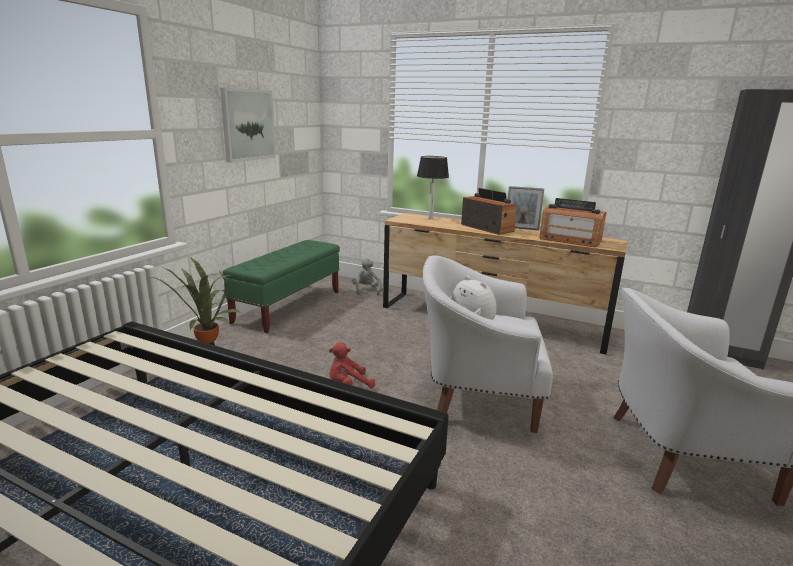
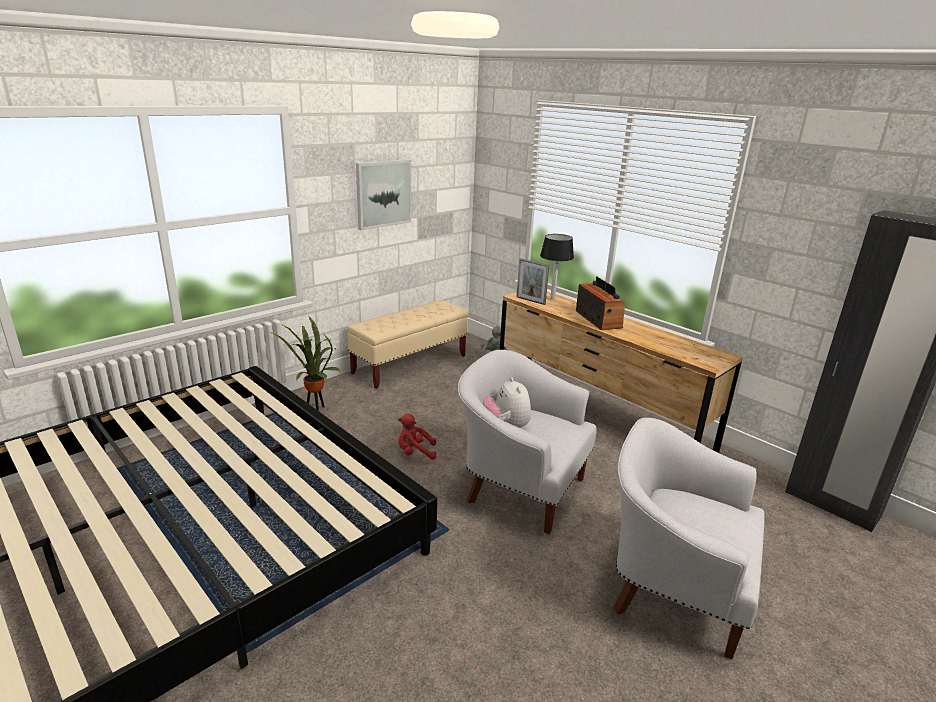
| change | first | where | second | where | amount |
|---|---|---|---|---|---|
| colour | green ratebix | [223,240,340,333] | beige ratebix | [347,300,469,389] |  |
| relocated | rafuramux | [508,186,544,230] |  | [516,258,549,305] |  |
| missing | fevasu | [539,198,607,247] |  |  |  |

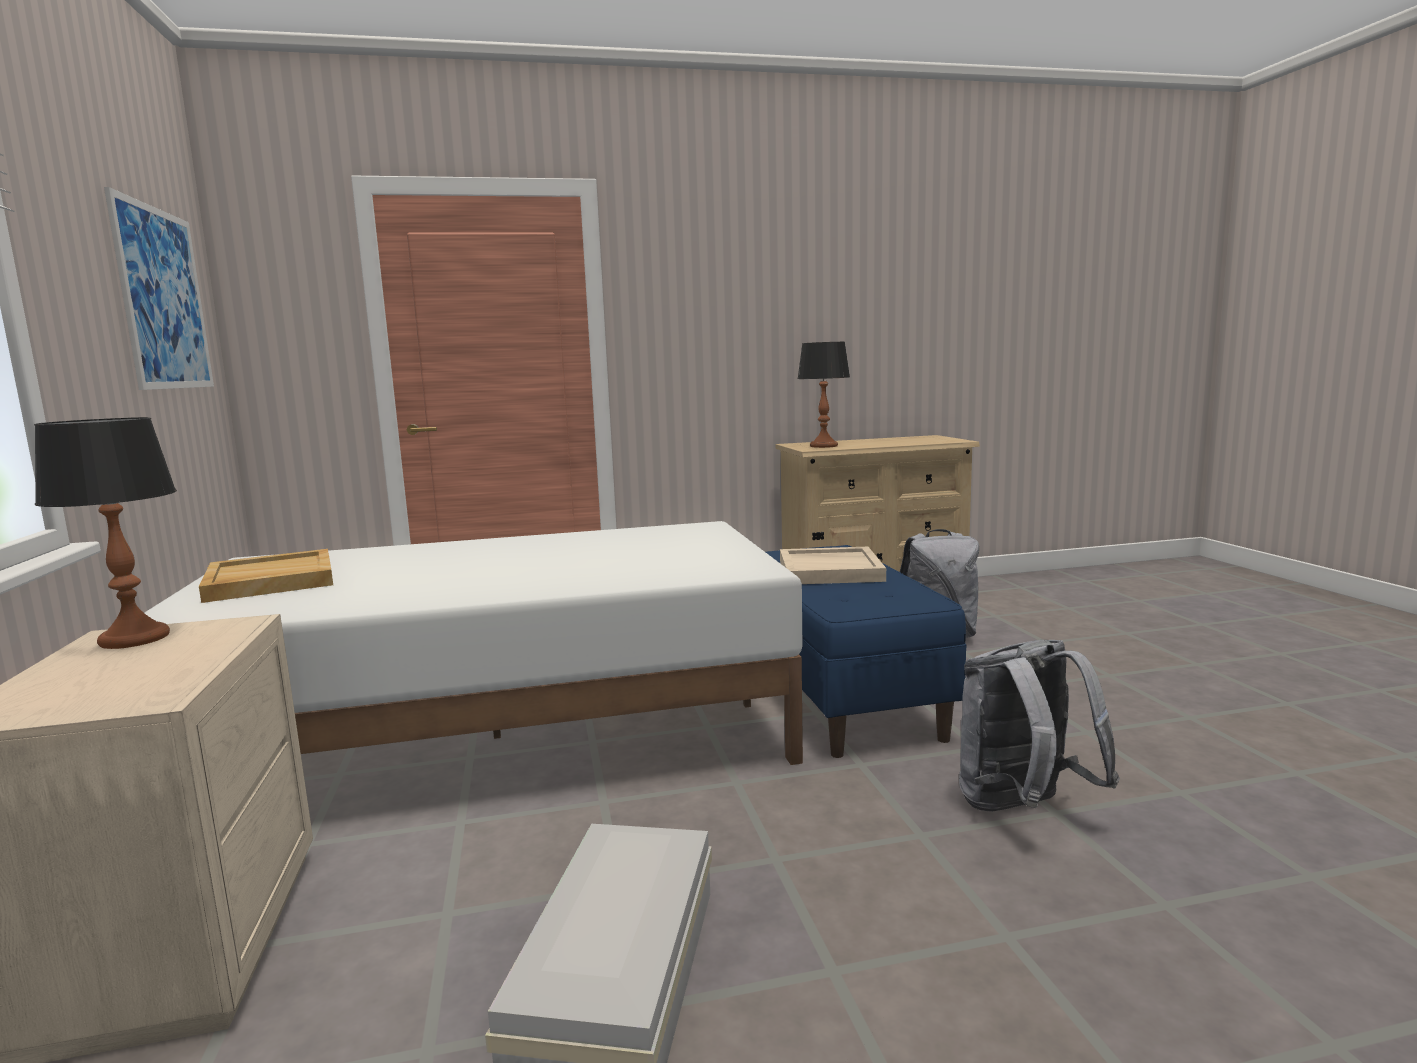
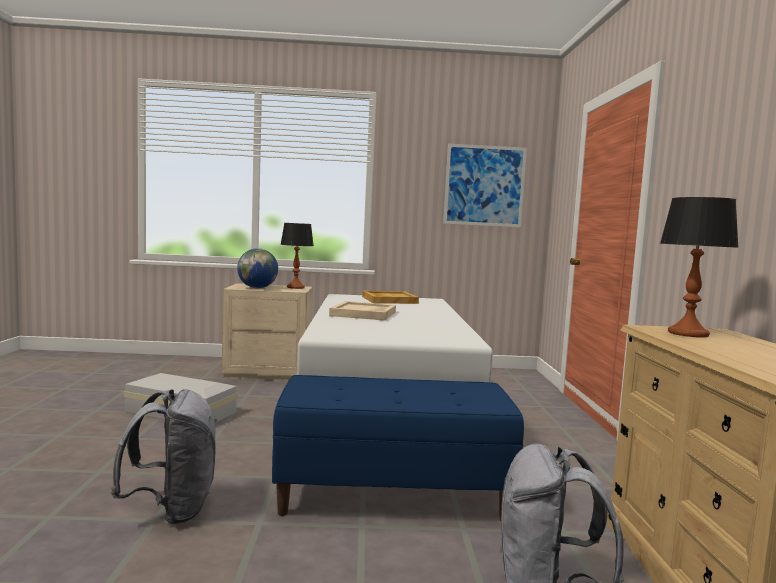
| change | first | where | second | where | amount |
|---|---|---|---|---|---|
| appeared |  |  | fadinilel | [237,248,278,288] |  |
| relocated | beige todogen | [780,547,886,584] |  | [329,301,396,321] |  |

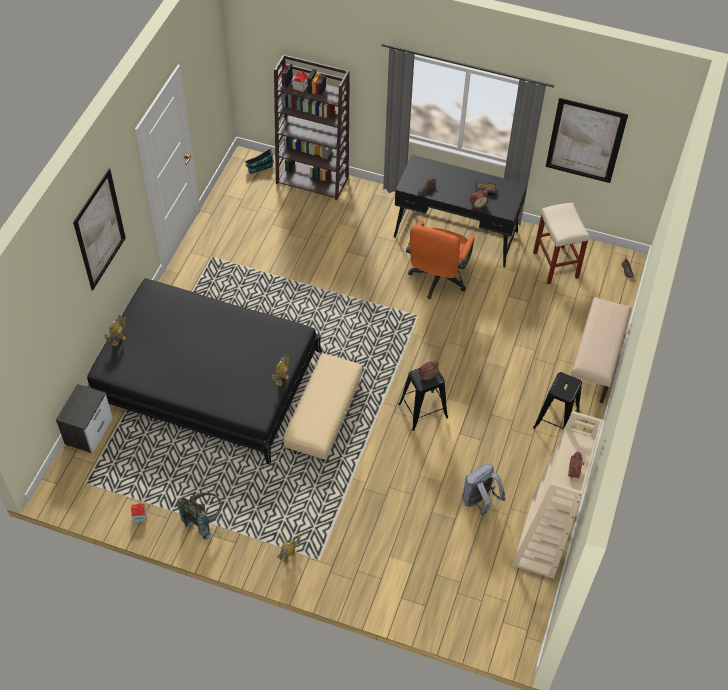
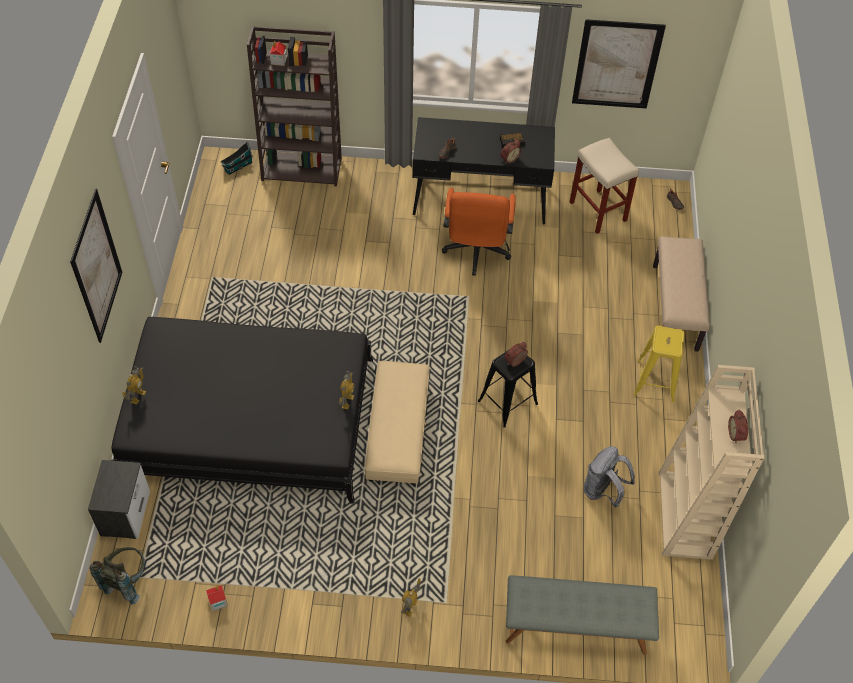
| change | first | where | second | where | amount |
|---|---|---|---|---|---|
| relocated | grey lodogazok | [178,492,222,540] |  | [89,547,145,605] |  |
| appeared |  |  | grey ratebix | [506,575,659,655] |  |
| colour | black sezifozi | [533,372,582,430] | yellow sezifozi | [633,326,685,403] |  |

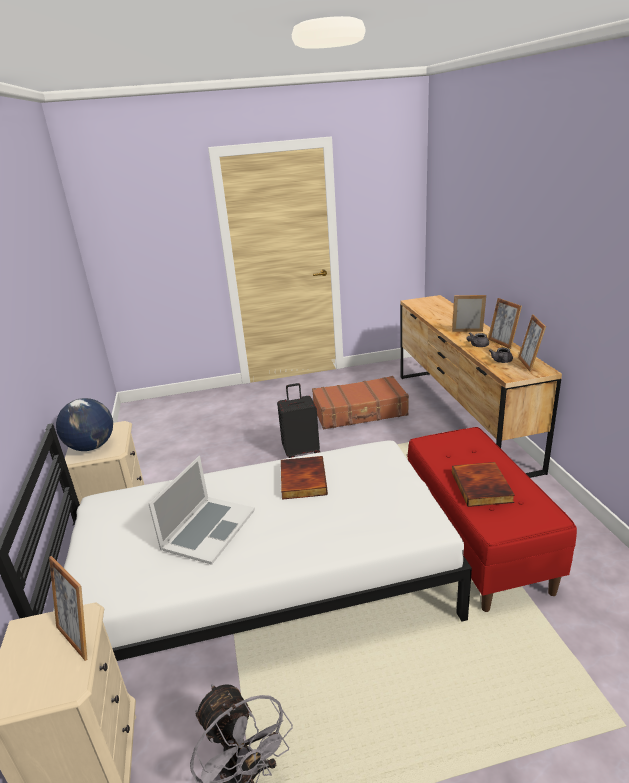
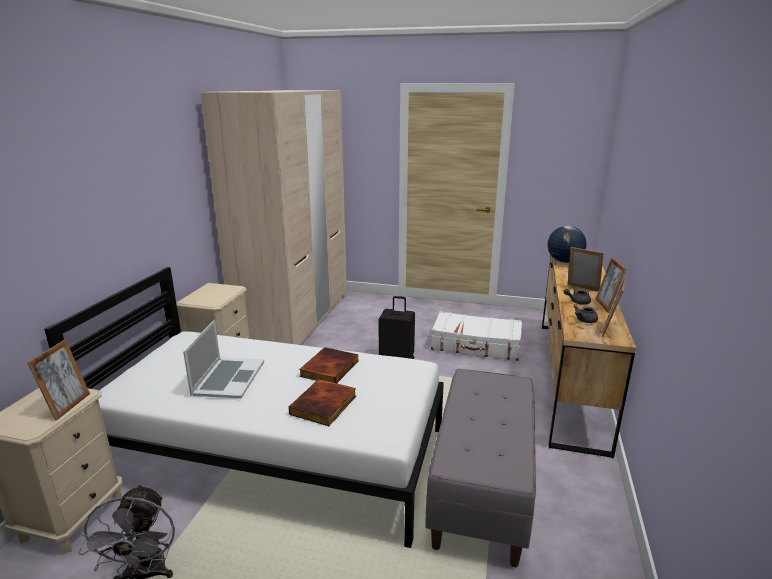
| change | first | where | second | where | amount |
|---|---|---|---|---|---|
| spun | rafuramux | [49,556,87,661] |  | [27,340,90,421] | 150 degrees counterclockwise |
| spun | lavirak | [148,456,255,565] |  | [183,319,264,398] | 45 degrees counterclockwise |
| appeared |  |  | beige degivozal | [200,90,347,345] |  |
| relocated | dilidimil | [452,462,515,507] |  | [289,379,356,426] |  |
| colour | red ratebix | [407,427,577,612] | grey ratebix | [425,369,536,567] |  |
| colour | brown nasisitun | [312,376,409,429] | white nasisitun | [431,311,522,361] |  |
| relocated | fadinilel | [56,398,113,451] |  | [548,226,587,263] |  |

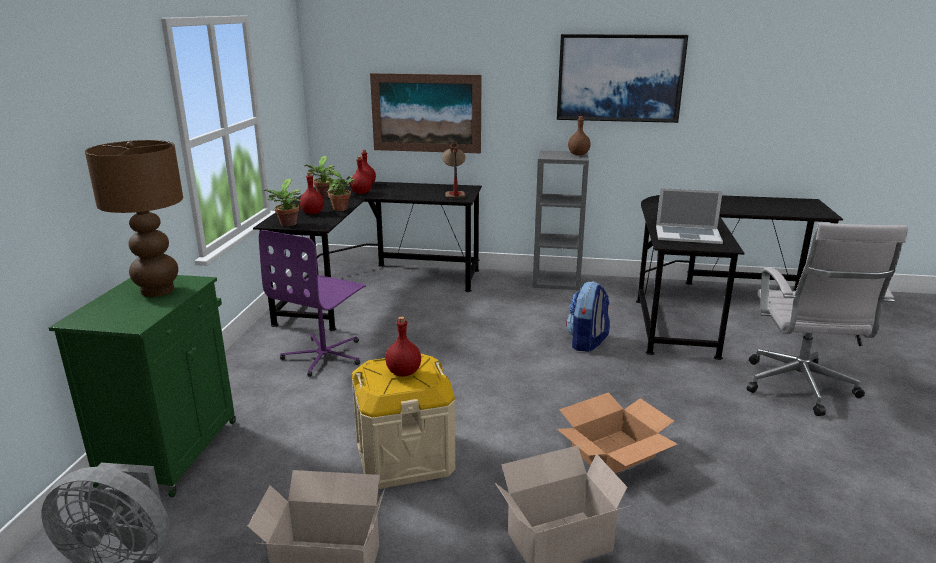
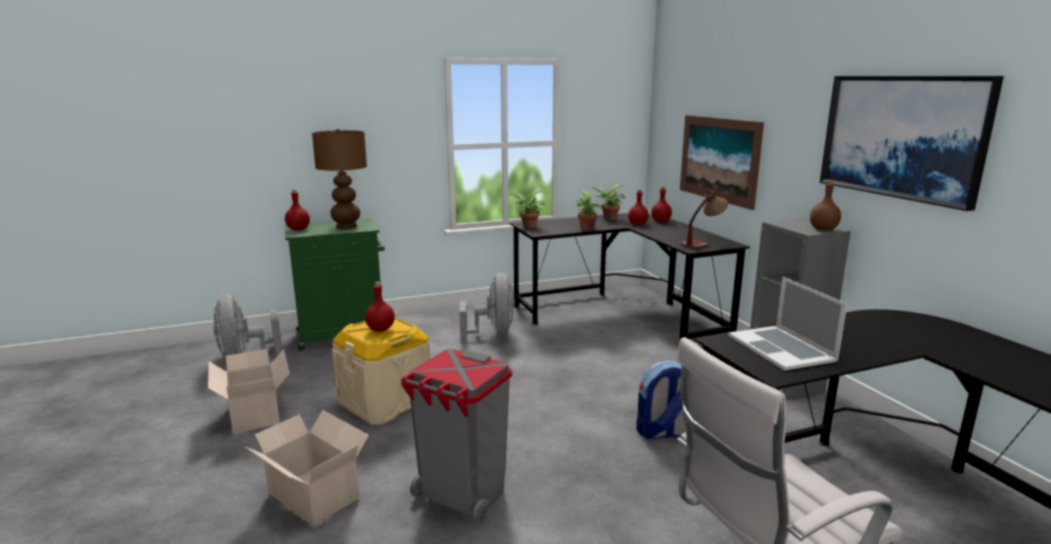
| change | first | where | second | where | amount |
|---|---|---|---|---|---|
| relocated | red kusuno | [300,172,324,214] |  | [285,189,310,230] |  |
| exchanged | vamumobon | [557,392,678,474] | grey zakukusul | [401,349,512,522] |  |
| exchanged | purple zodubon | [259,230,366,377] | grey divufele | [459,273,515,344] |  |

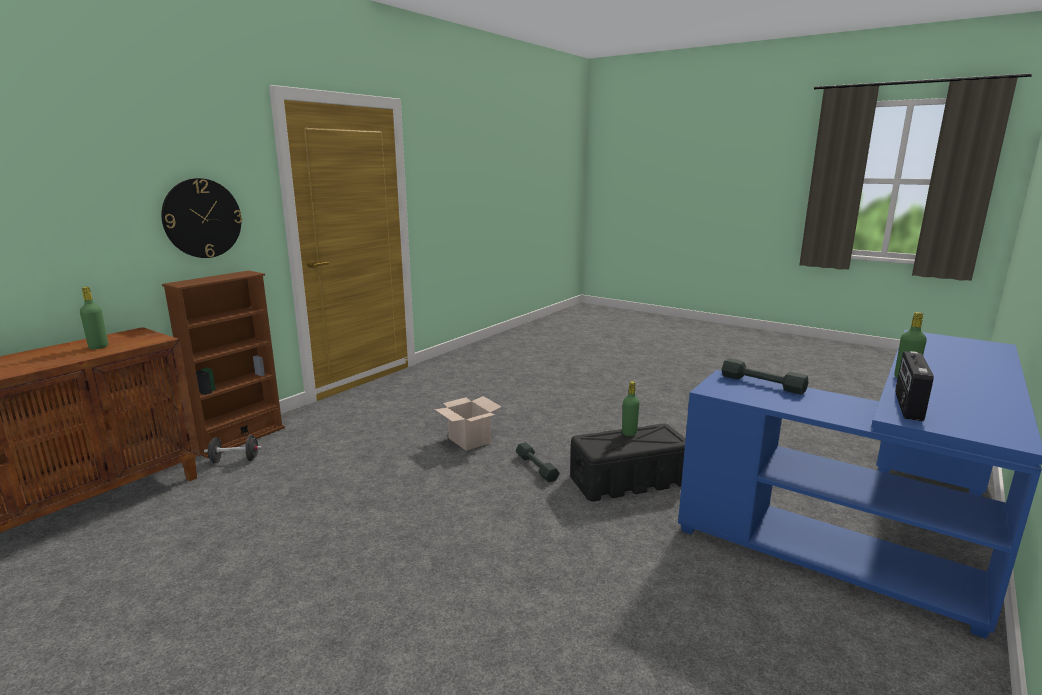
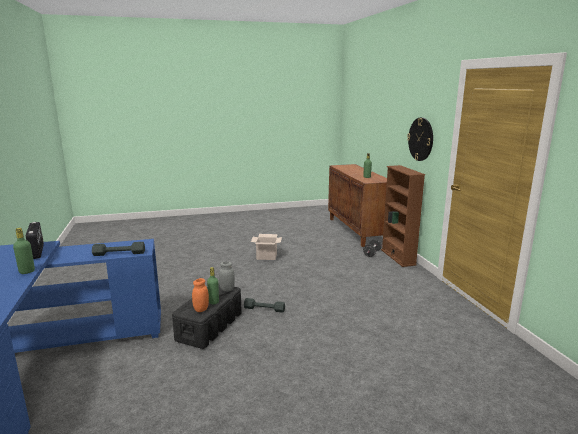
| change | first | where | second | where | amount |
|---|---|---|---|---|---|
| appeared |  |  | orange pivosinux | [192,278,209,312] |  |
| appeared |  |  | grey pivosinux | [219,261,235,291] |  |
| relocated | vamumobon | [435,396,502,451] |  | [251,234,282,260] |  |

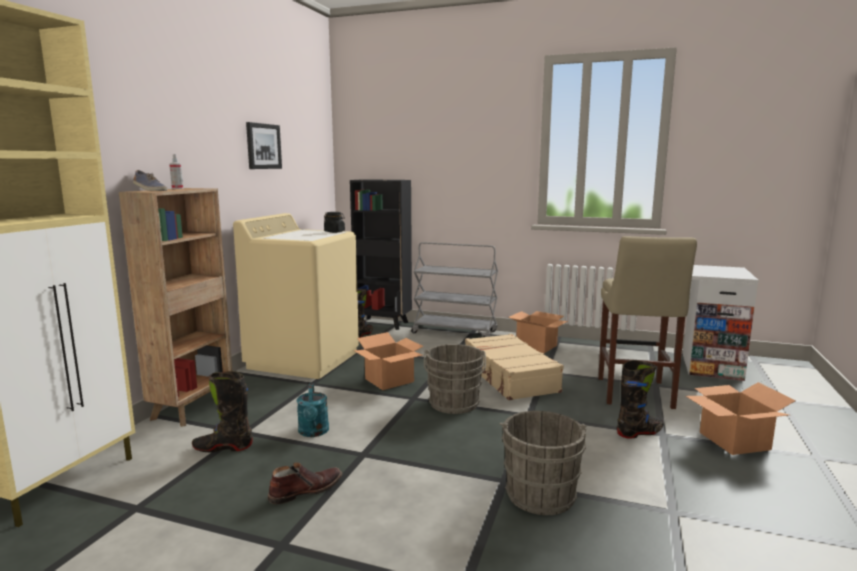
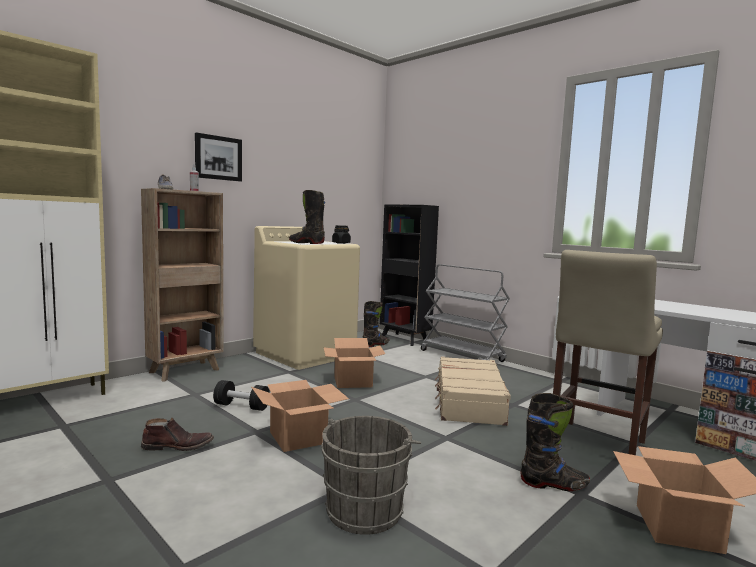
| change | first | where | second | where | amount |
|---|---|---|---|---|---|
| relocated | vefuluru | [246,122,282,169] |  | [195,132,242,182] |  |
| exchanged | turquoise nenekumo | [297,384,329,437] | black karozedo | [213,380,270,411] |  |
| relocated | vamumobon | [509,311,568,353] |  | [251,380,349,452] |  |
| relocated | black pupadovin | [192,371,253,453] |  | [289,190,325,244] |  |
| missing | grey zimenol | [424,344,486,414] |  |  |  |

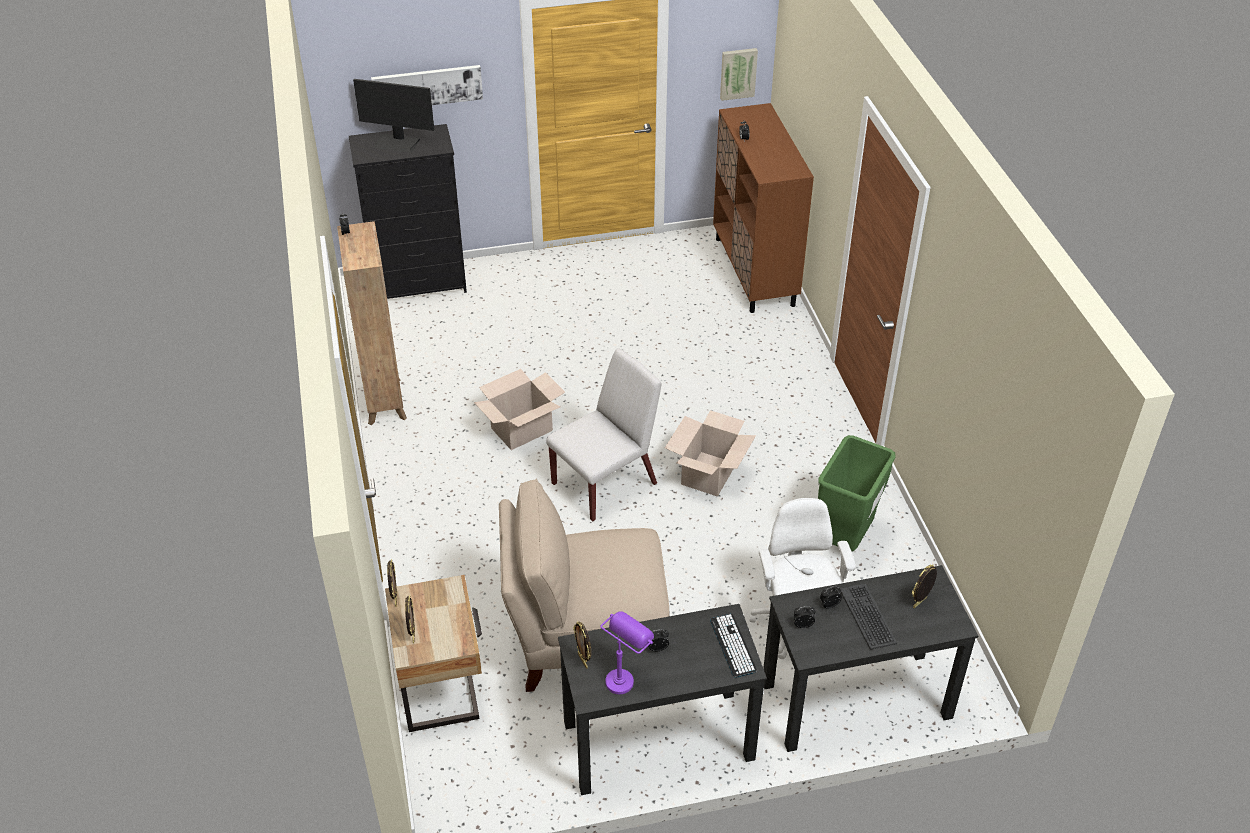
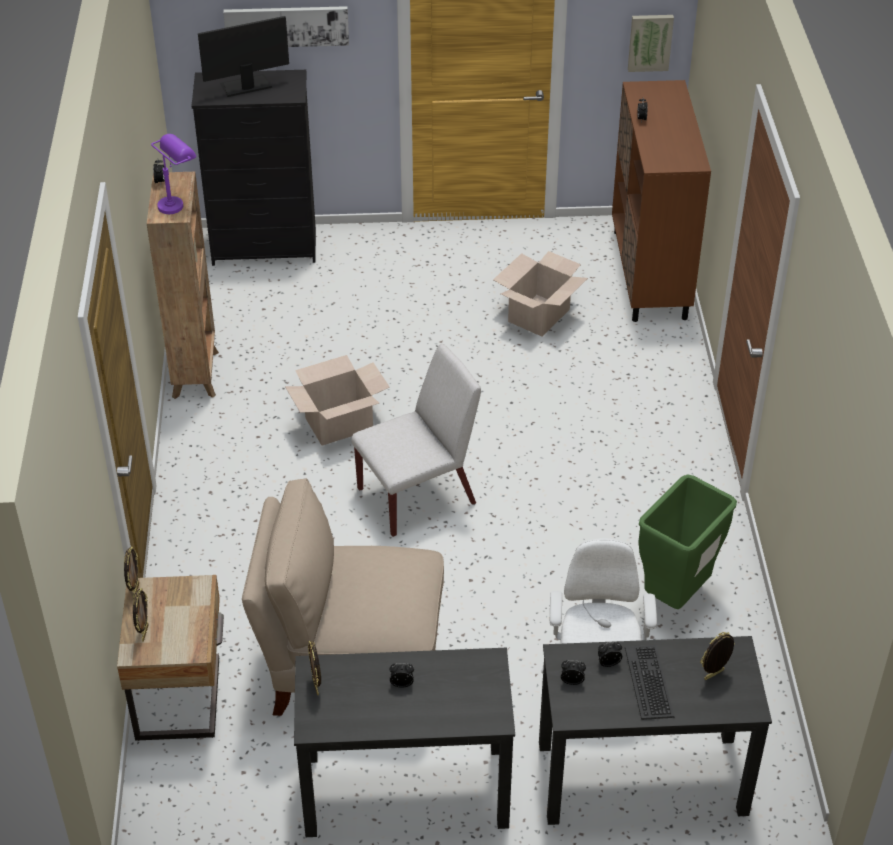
| change | first | where | second | where | amount |
|---|---|---|---|---|---|
| relocated | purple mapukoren | [600,611,654,694] |  | [151,134,196,214] |  |
| spun | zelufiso | [353,79,434,153] |  | [198,16,289,97] | 135 degrees clockwise |
| relocated | vamumobon | [665,410,756,497] |  | [493,251,588,336] |  |
| missing | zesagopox | [710,614,757,678] |  |  |  |

